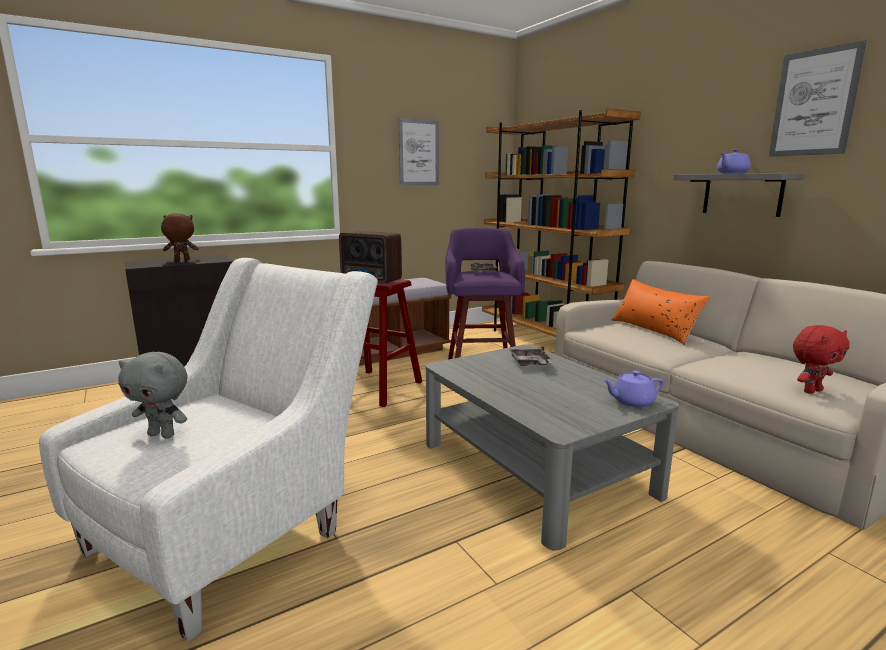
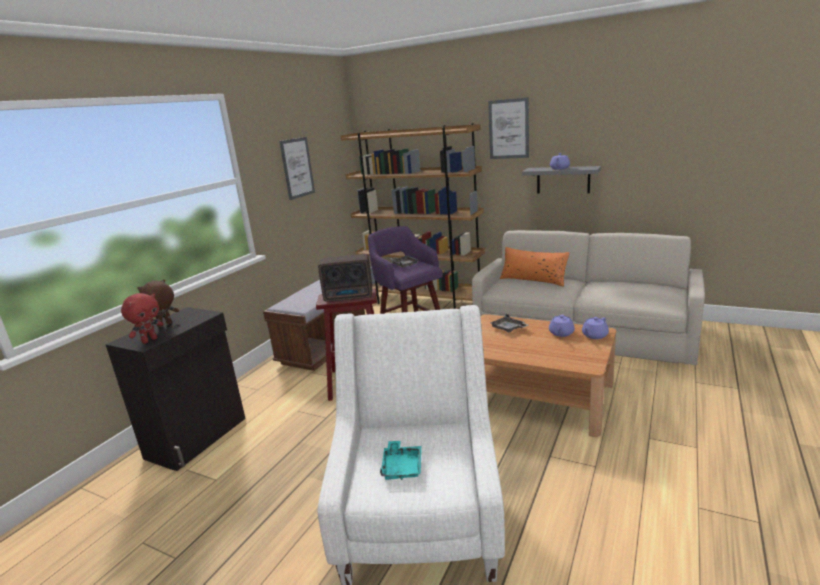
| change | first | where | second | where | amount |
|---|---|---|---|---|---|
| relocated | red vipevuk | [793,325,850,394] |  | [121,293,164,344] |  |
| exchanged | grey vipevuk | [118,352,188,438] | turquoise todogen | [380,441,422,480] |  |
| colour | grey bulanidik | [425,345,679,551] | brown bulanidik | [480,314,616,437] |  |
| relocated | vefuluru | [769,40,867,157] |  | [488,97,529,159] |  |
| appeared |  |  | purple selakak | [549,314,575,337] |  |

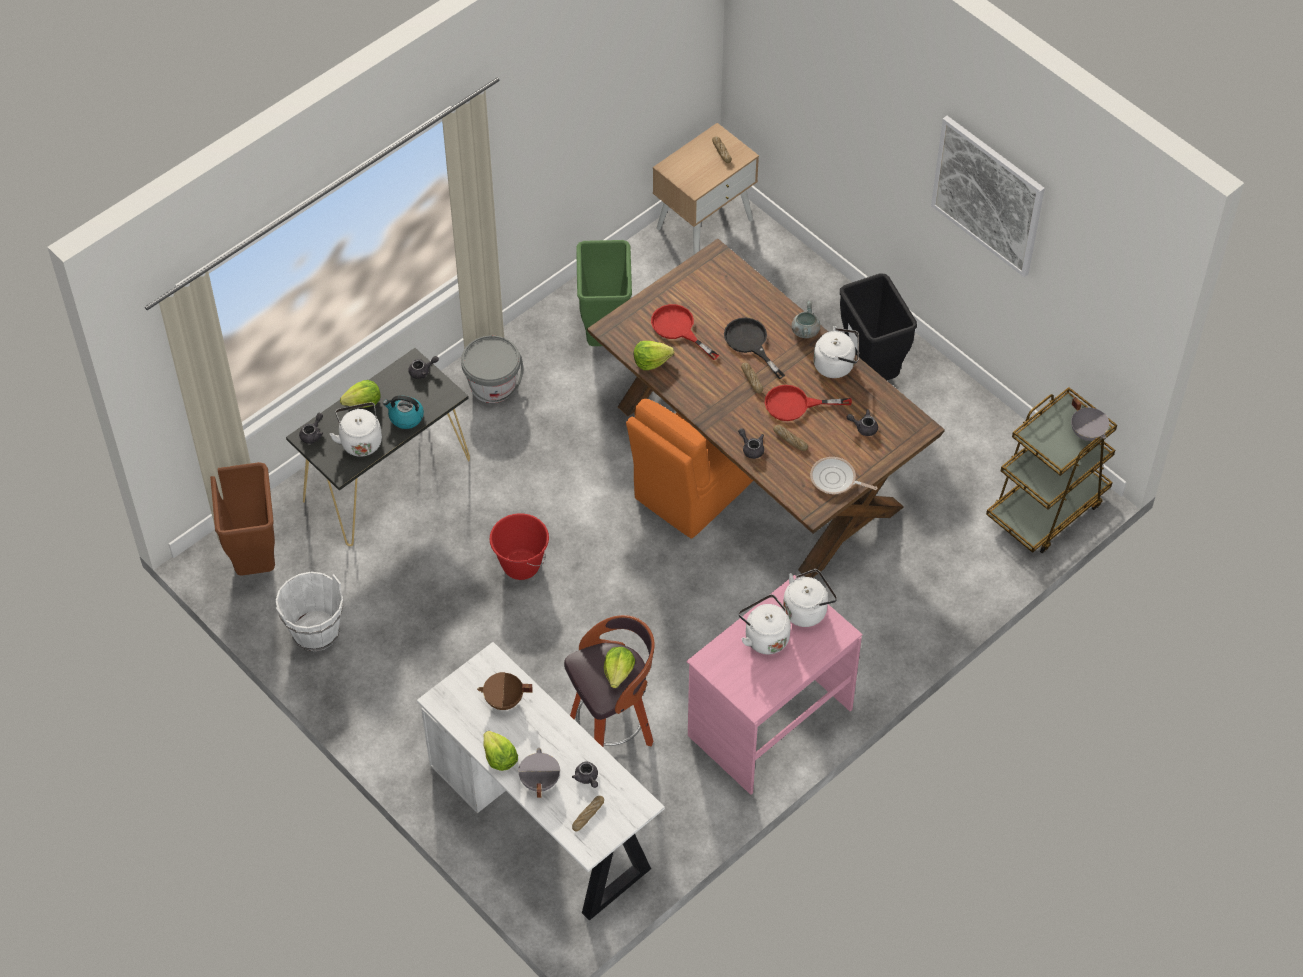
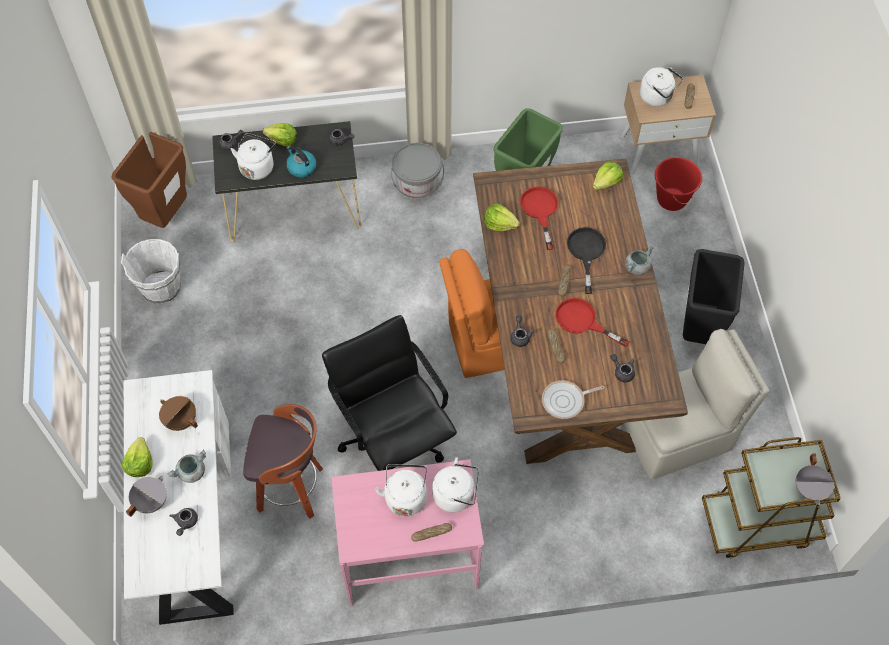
| change | first | where | second | where | amount |
|---|---|---|---|---|---|
| appeared |  |  | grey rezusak | [167,450,206,483] |  |
| appeared |  |  | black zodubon | [322,315,457,471] |  |
| relocated | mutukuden | [572,796,604,831] |  | [411,523,452,542] |  |
| spun | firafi | [810,457,877,494] |  | [542,380,604,419] | 75 degrees counterclockwise |
| relocated | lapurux | [604,647,635,688] |  | [593,162,623,190] |  |
| appeared |  |  | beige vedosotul | [623,329,770,479] |  |
| relocated | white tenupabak | [813,326,859,378] |  | [640,67,683,107] |  |
| relocated | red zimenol | [490,513,549,580] |  | [655,157,702,211] |  |
| missing | vefuluru | [931,116,1045,277] |  |  |  |

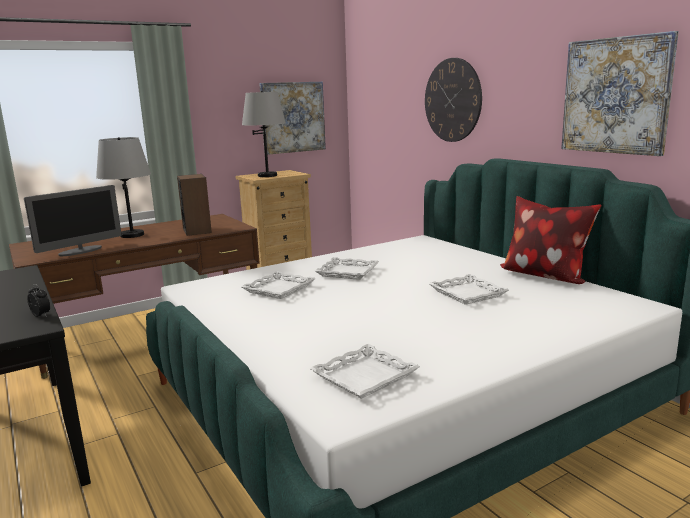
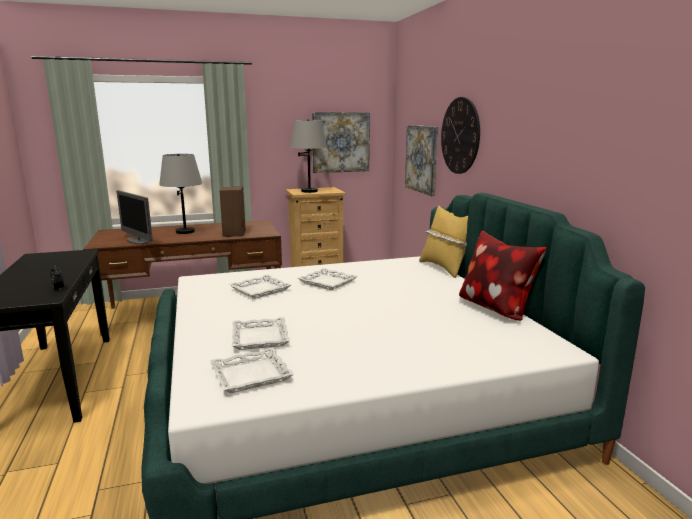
| change | first | where | second | where | amount |
|---|---|---|---|---|---|
| spun | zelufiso | [24,185,122,256] |  | [116,190,153,245] | 75 degrees clockwise |
| relocated | white todogen | [429,274,509,305] |  | [232,317,290,350] |  |
| relocated | vefuluru | [561,31,679,156] |  | [405,125,438,196] |  |
| appeared |  |  | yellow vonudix | [419,206,468,278] |  |

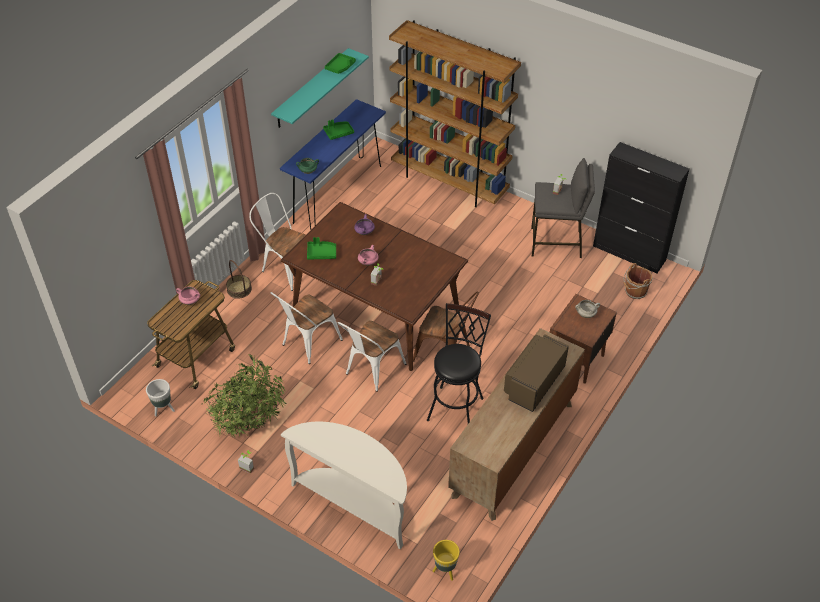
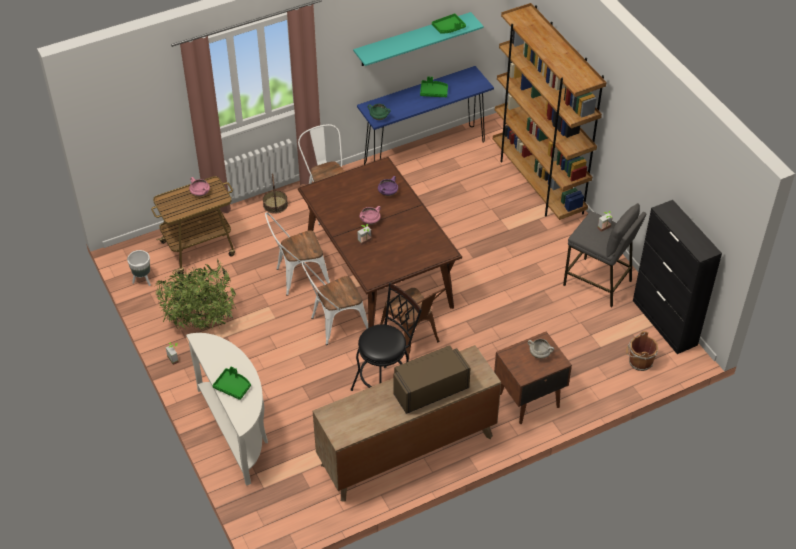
| change | first | where | second | where | amount |
|---|---|---|---|---|---|
| relocated | green todogen | [307,237,336,259] |  | [212,367,251,400] |  |
| missing | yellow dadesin | [433,540,460,581] |  |  |  |

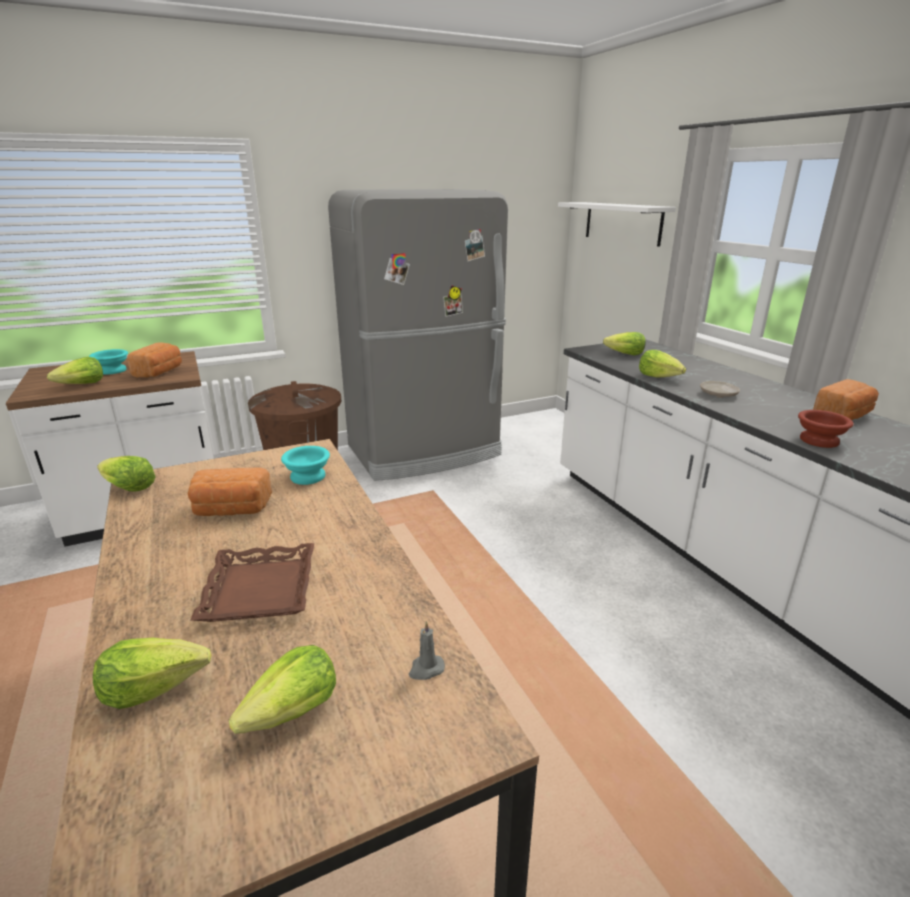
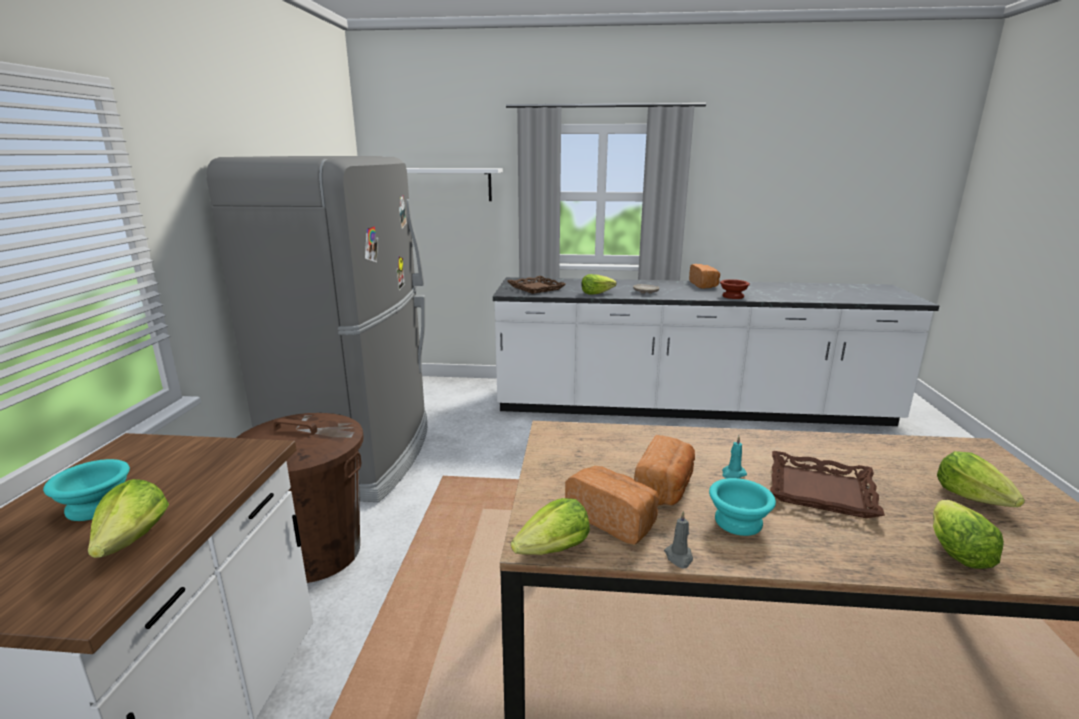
| change | first | where | second | where | amount |
|---|---|---|---|---|---|
| exchanged | lapurux | [603,332,646,355] | brown todogen | [507,276,566,294] |  |
| relocated | mutukuden | [127,342,182,378] |  | [565,466,659,545] |  |
| relocated | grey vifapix | [409,621,445,680] |  | [664,511,693,569] |  |
| relocated | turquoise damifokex | [281,446,330,485] |  | [709,478,776,536] |  |
| appeared |  |  | turquoise vifapix | [722,436,747,478] |  |

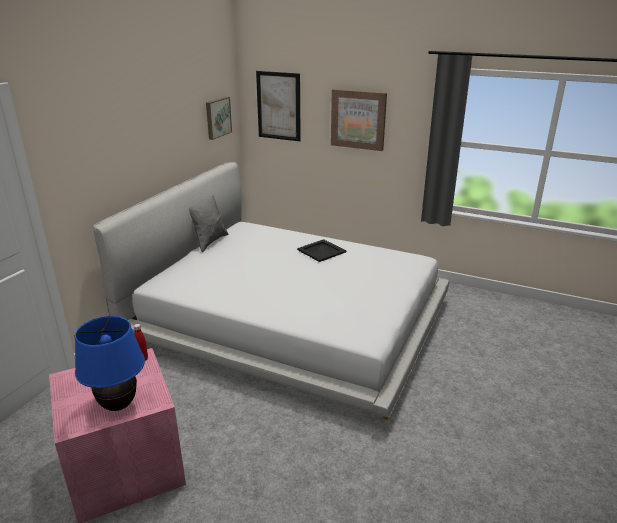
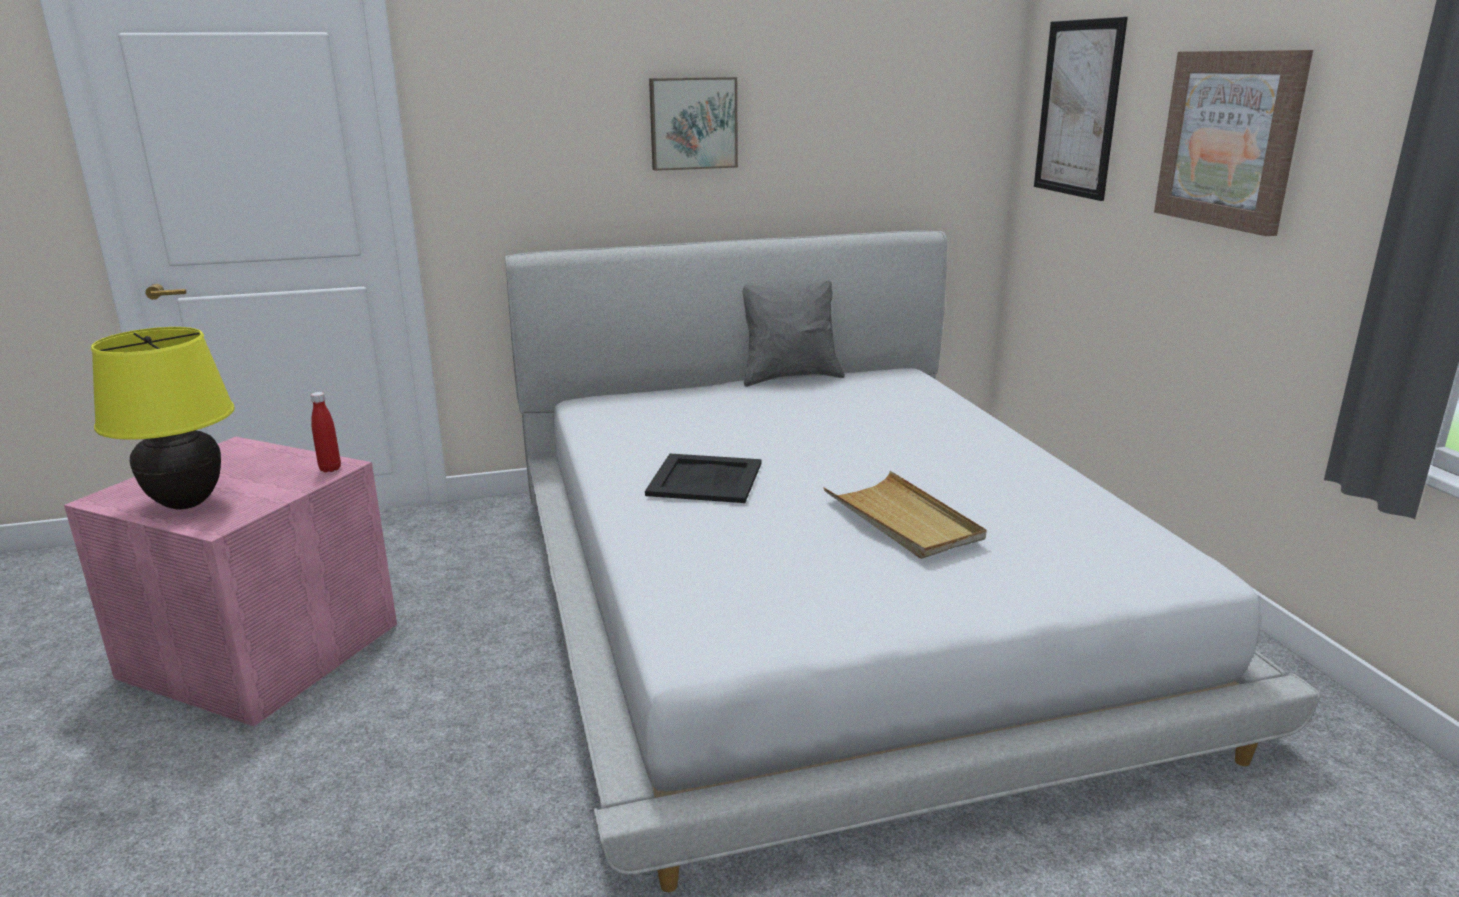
| change | first | where | second | where | amount |
|---|---|---|---|---|---|
| colour | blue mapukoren | [75,316,145,411] | yellow mapukoren | [91,327,235,510] |  |
| relocated | black todogen | [297,239,346,262] |  | [645,454,761,503] |  |
| relocated | vefuluru | [206,97,232,140] |  | [649,77,738,171] |  |
| appeared |  |  | beige todogen | [824,471,987,559] |  |

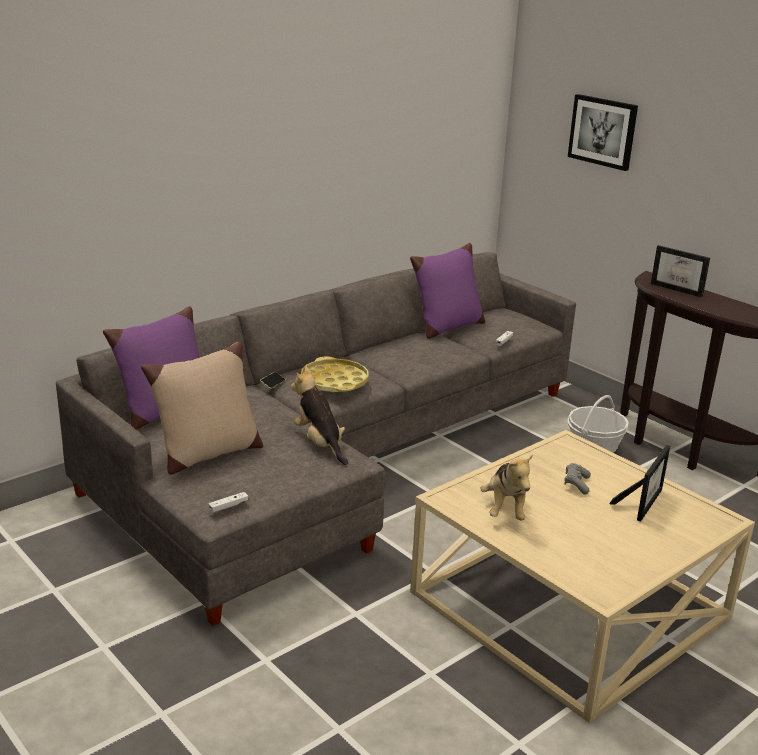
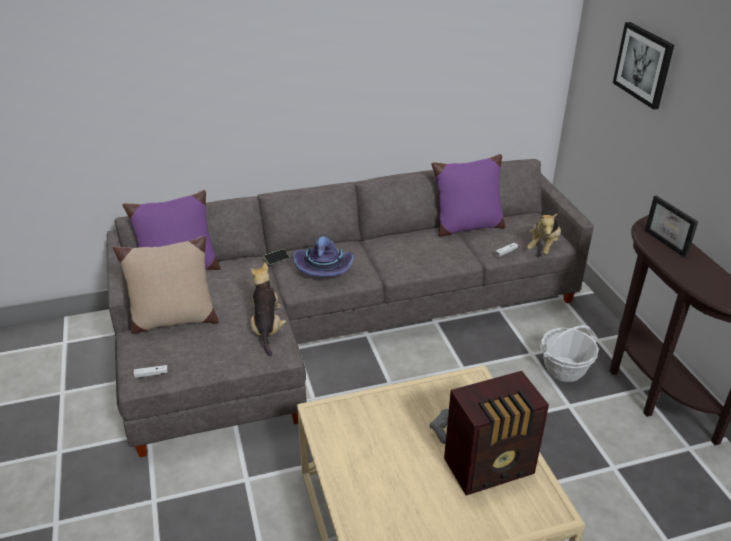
| change | first | where | second | where | amount |
|---|---|---|---|---|---|
| exchanged | yellow todogen | [301,356,369,392] | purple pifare | [293,236,354,277] |  |
| exchanged | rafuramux | [609,445,670,522] | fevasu | [444,371,549,495] |  |
| relocated | vipevuk | [481,454,533,521] |  | [527,213,561,255] |  |

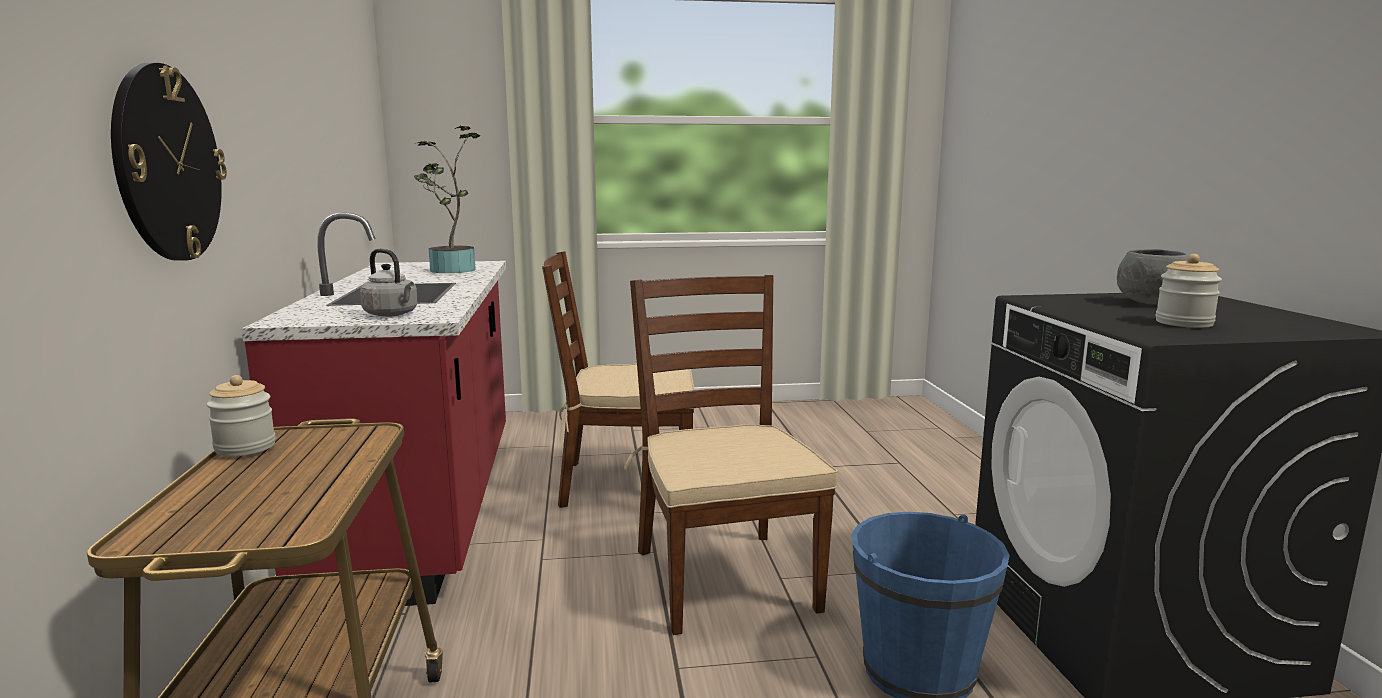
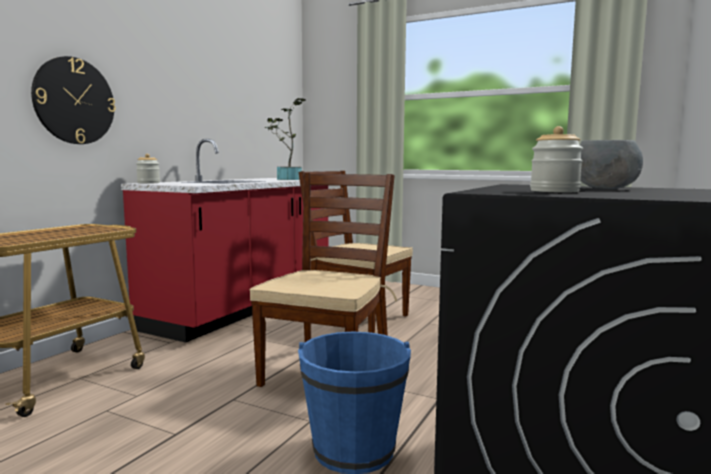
| change | first | where | second | where | amount |
|---|---|---|---|---|---|
| relocated | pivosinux | [206,375,276,456] |  | [136,154,160,183] |  |
| missing | grey tenupabak | [360,249,418,317] |  |  |  |

